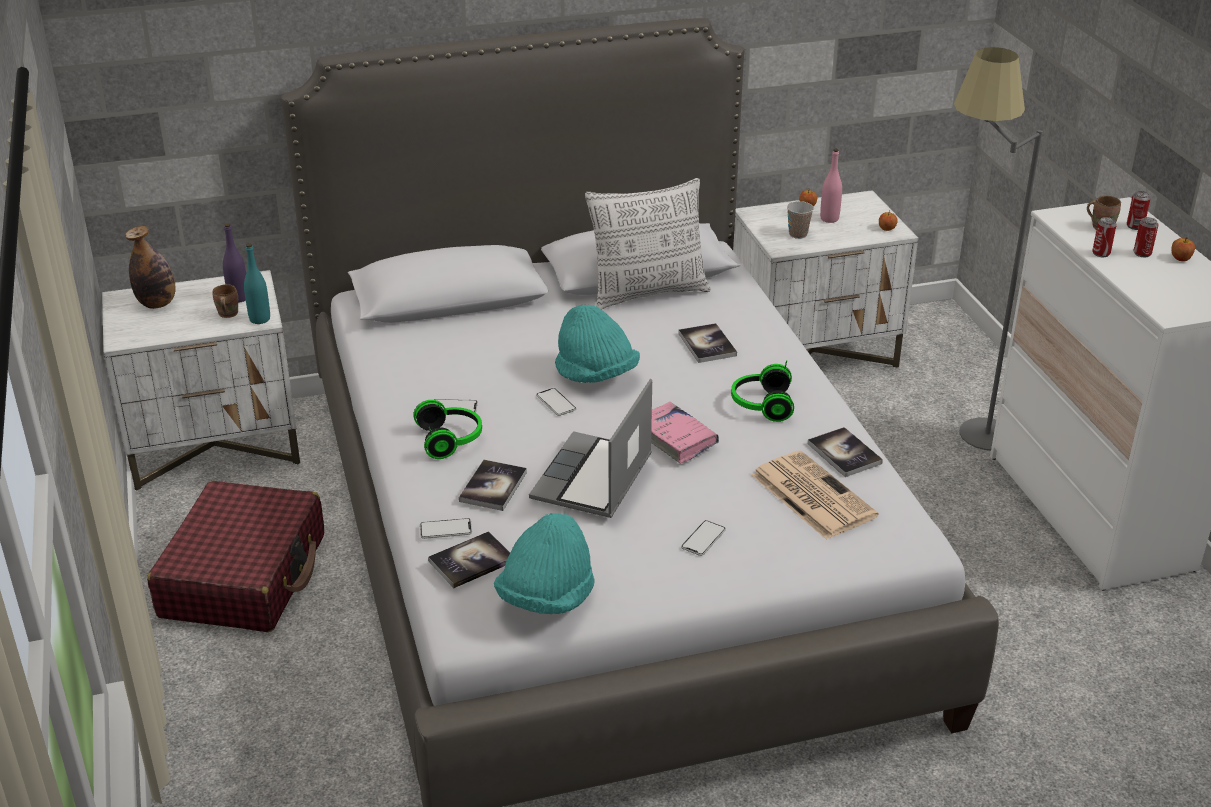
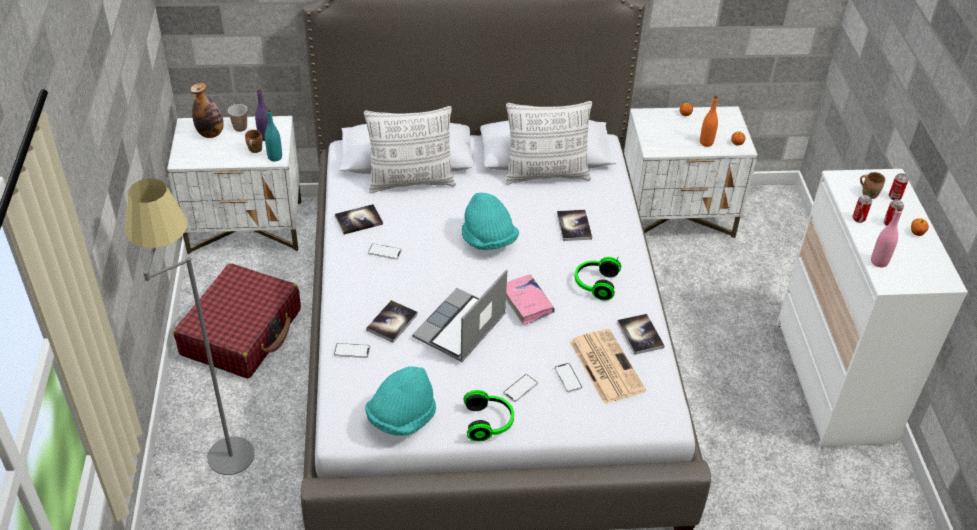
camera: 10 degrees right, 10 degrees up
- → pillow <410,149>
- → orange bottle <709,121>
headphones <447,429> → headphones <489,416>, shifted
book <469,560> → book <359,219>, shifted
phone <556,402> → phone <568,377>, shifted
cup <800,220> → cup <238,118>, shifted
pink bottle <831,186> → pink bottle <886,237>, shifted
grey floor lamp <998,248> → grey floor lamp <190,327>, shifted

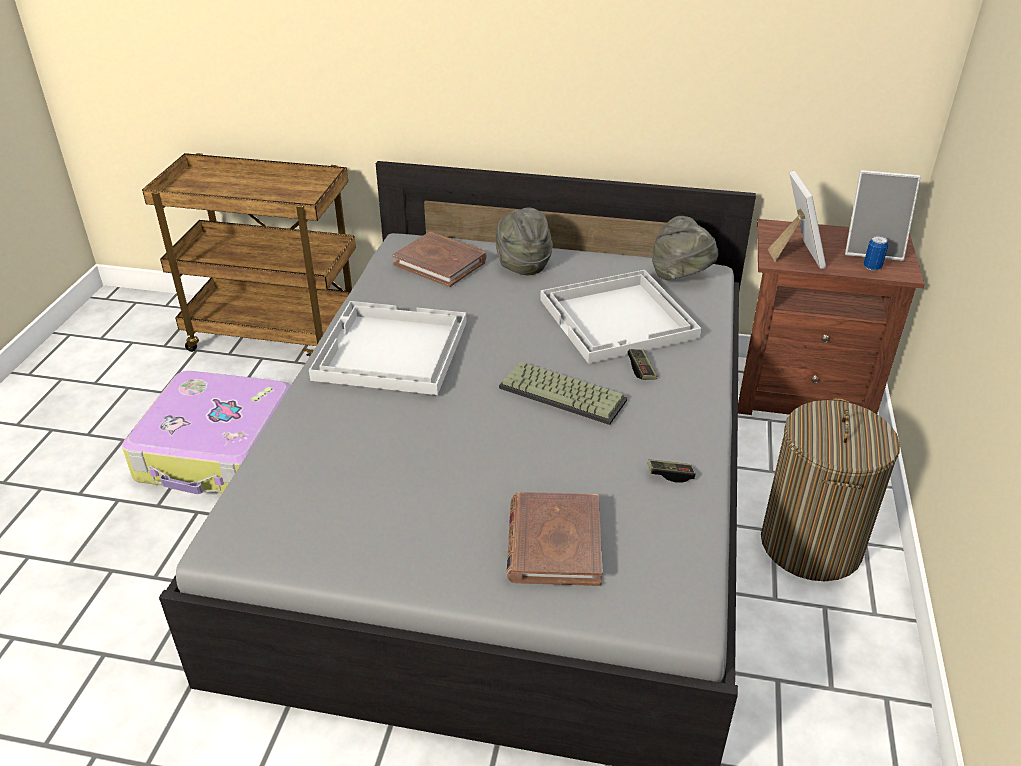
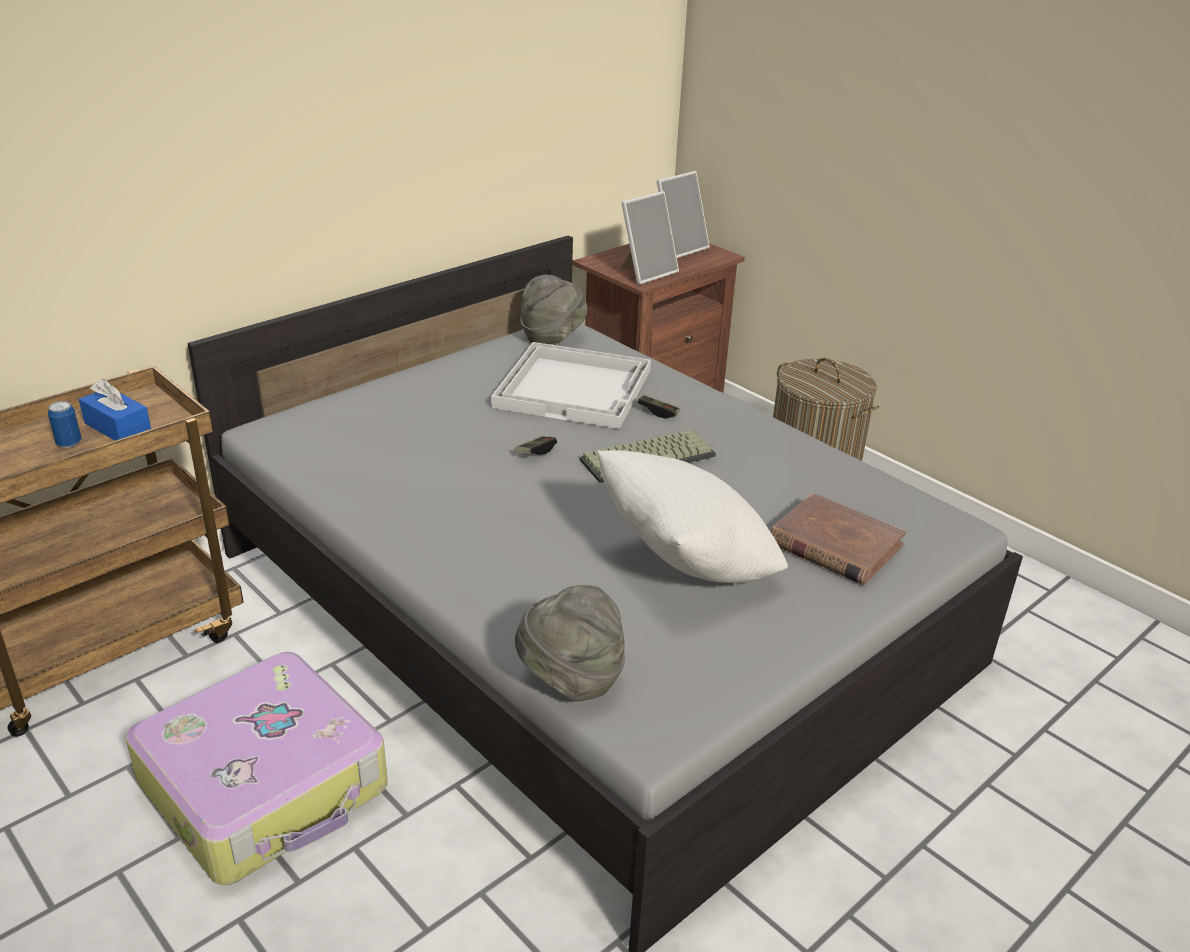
camera: 55 degrees left, 5 degrees down
white tray <388,348> → -
brown book <439,259> → -
- → blue tissue box <115,410>
- → white pillow <693,516>
grey hat <524,241> → grey hat <570,643>, shifted
game controller <671,470> → game controller <536,445>, shifted
can <876,253> → can <65,424>, shifted
picture frame <797,220> → picture frame <650,238>, 105 degrees clockwise

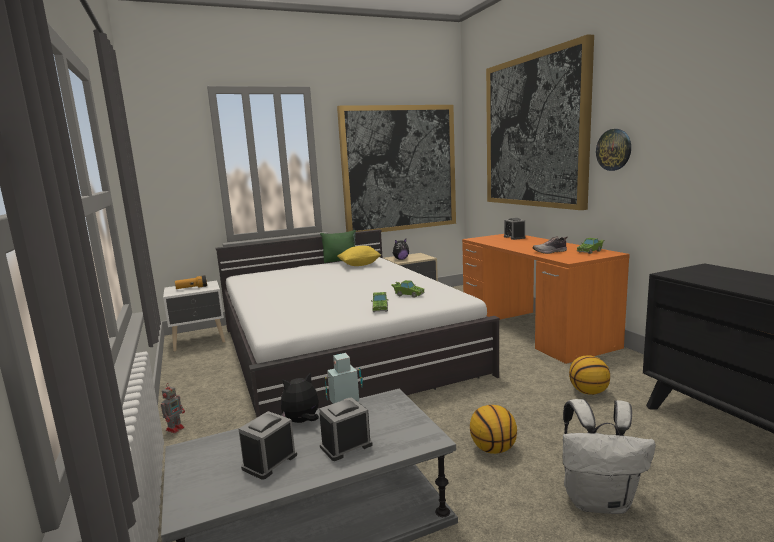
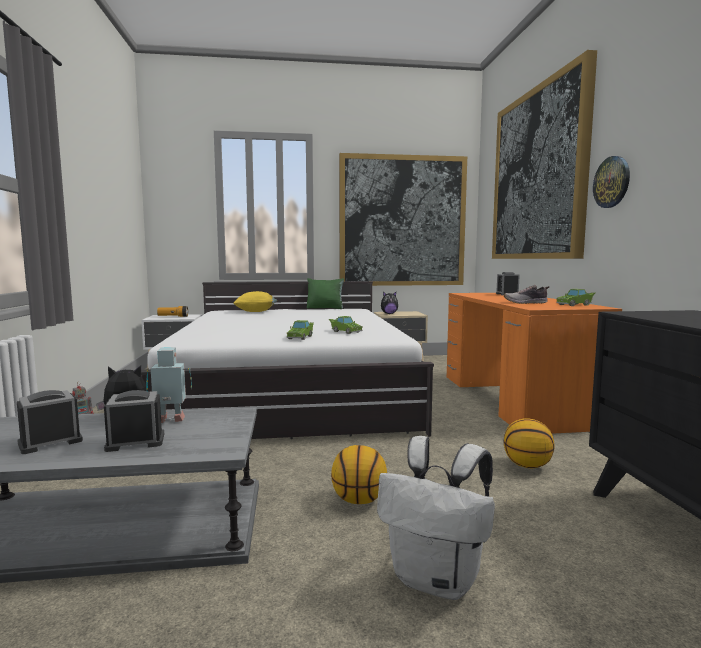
camera: 15 degrees right, 5 degrees down
yellow pillow <359,256> → yellow pillow <255,301>, shifted

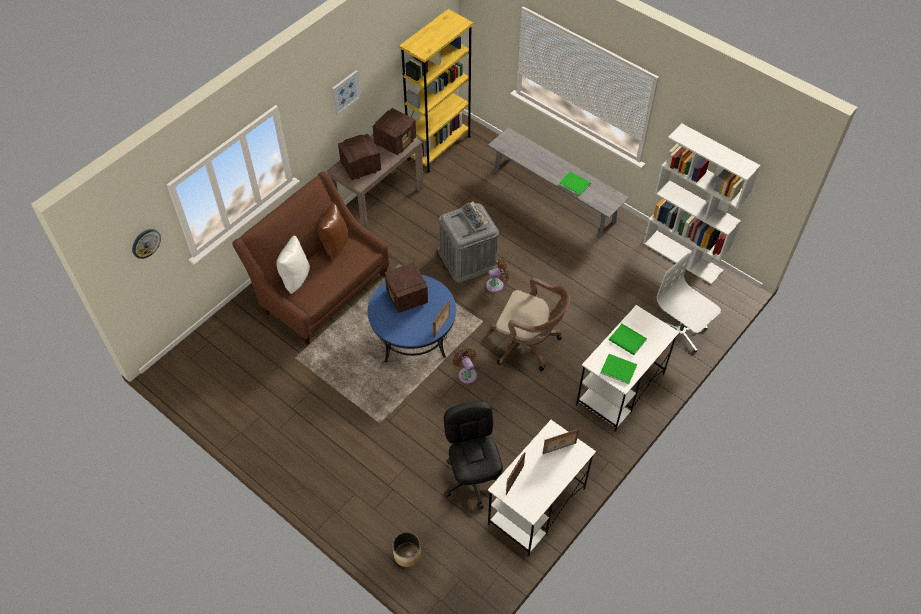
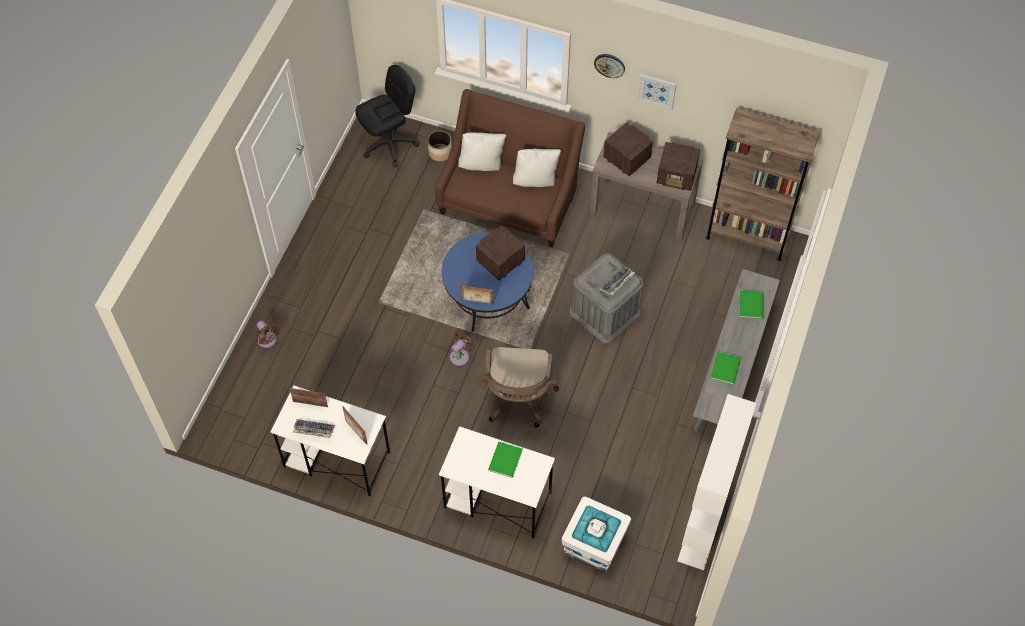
camera: 70 degrees right, 5 degrees up
- → keyboard <314,428>
wall clock <146,244> → wall clock <609,66>, shifted
planter <407,549> → planter <440,146>, shifted
black office chair <473,455> → black office chair <387,116>, shifted
brown fan <497,276> → brown fan <268,334>, shifted
green book <619,369> → green book <751,305>, shifted
white office chair <689,302> → white storage box <596,534>
brown pillow <333,231> → white pillow <537,168>
yellow bookcase <436,91> → brown bookcase <763,184>

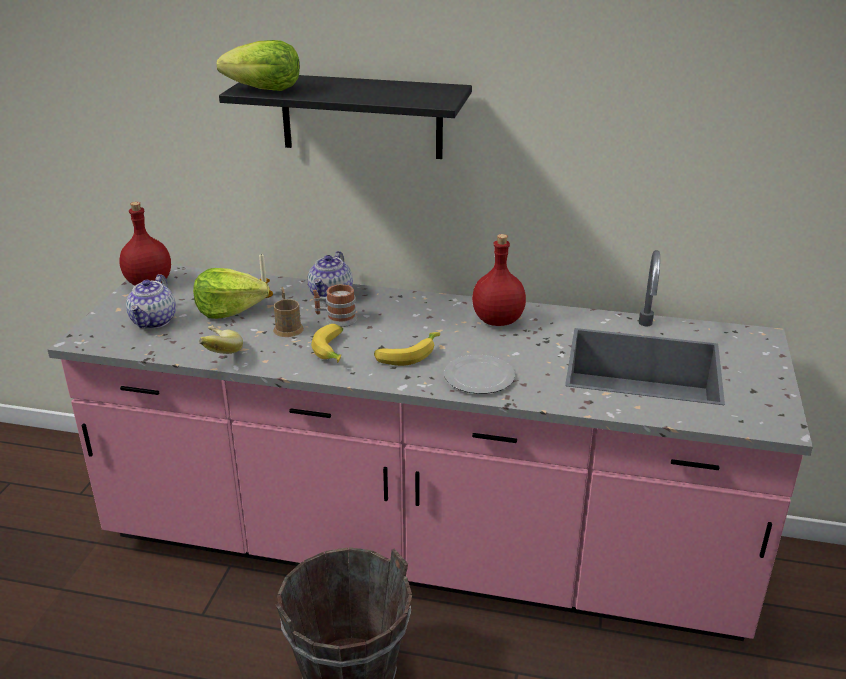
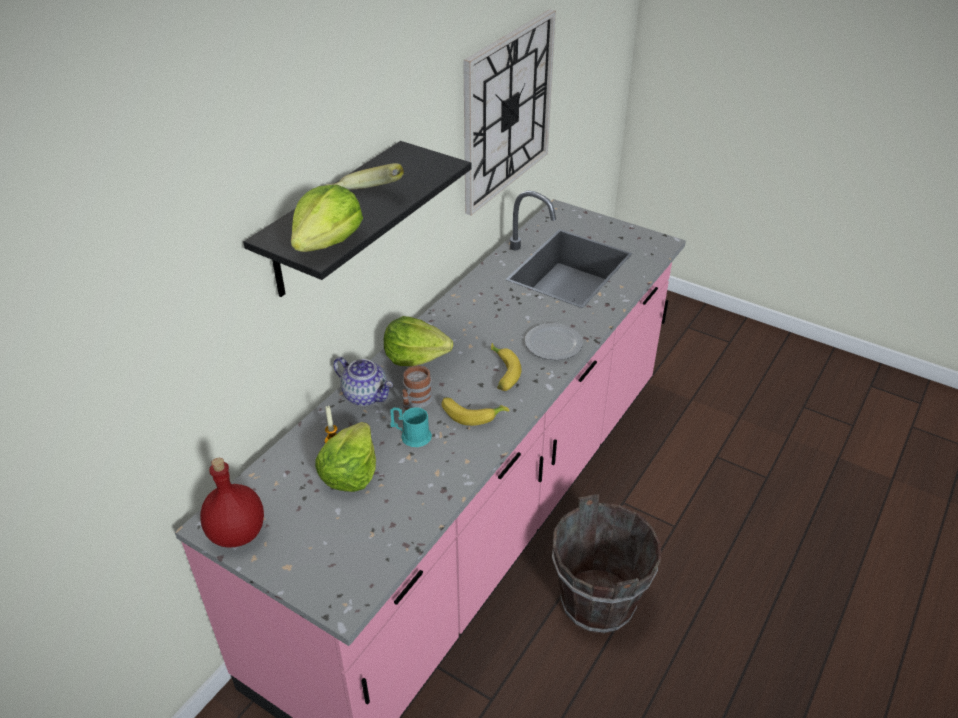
camera: 70 degrees left, 10 degrees up
teapot <151,301> → -
red bottle <499,280> → -
- → lettuce <418,341>
- → wall clock <509,112>
banana <221,339> → banana <365,176>, shifted
brown mug <288,312> → turquoise mug <411,427>

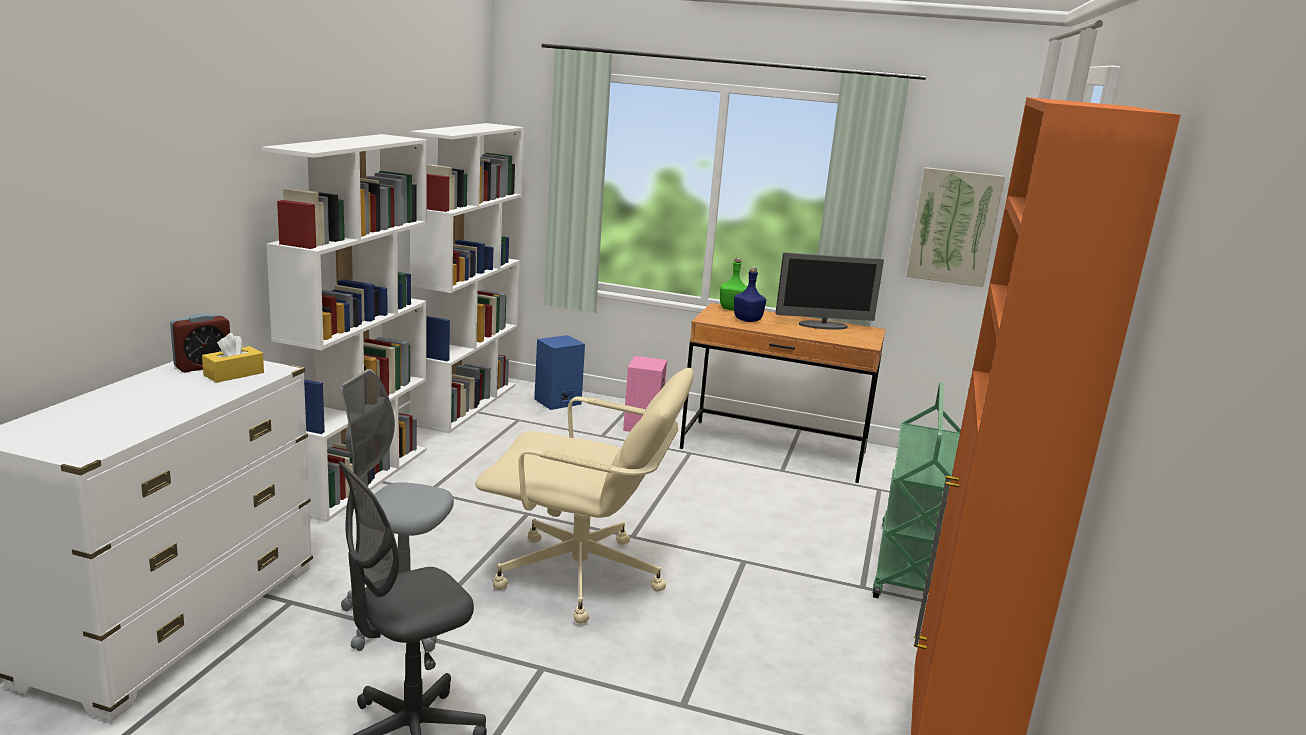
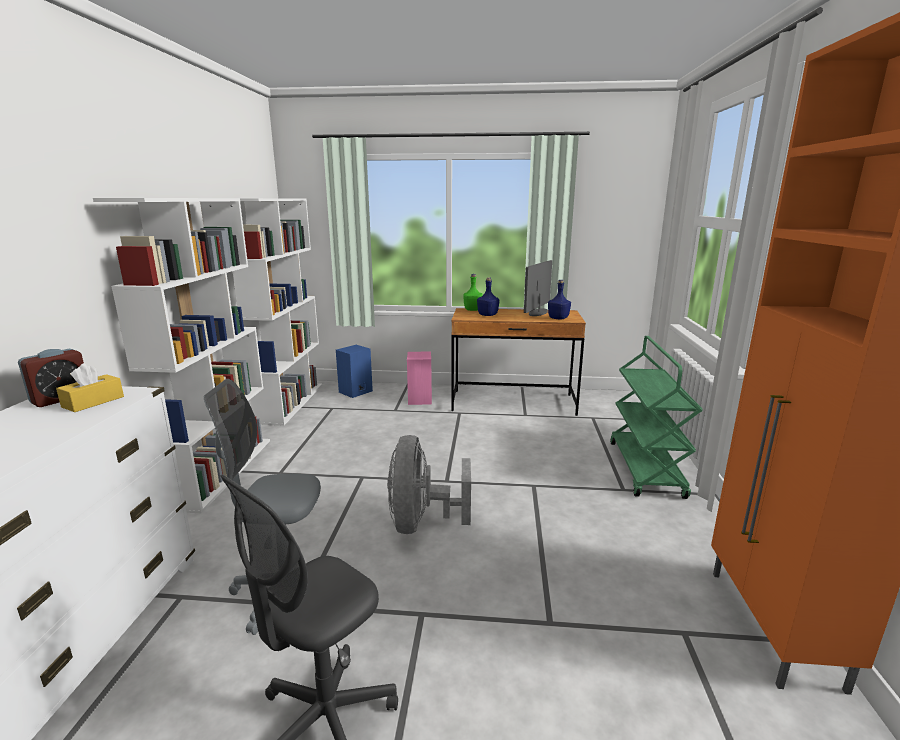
camera: 10 degrees left, 0 degrees up
picture <955,227> → -
- → blue bottle <559,299>
beige office chair <584,496> → grey fan <429,484>
monitor <830,291> → monitor <538,288>, 135 degrees clockwise

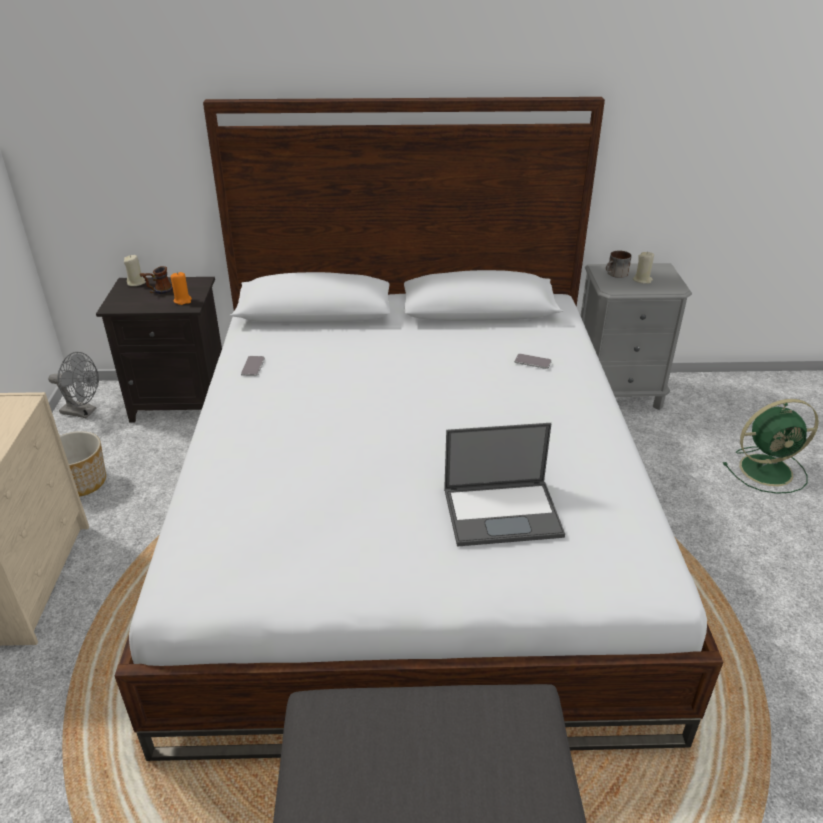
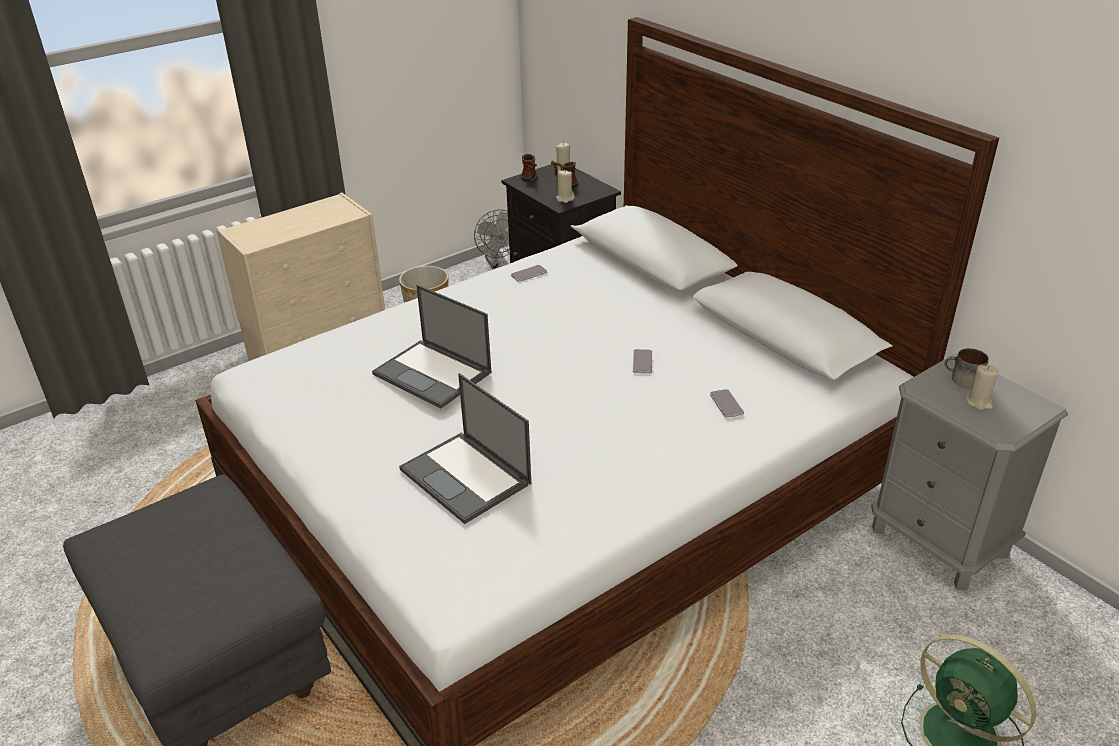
camera: 55 degrees right, 0 degrees up
- → laptop <432,346>
- → mug <529,168>
- → phone <643,361>
orange candle <181,288> → beige candle <565,186>

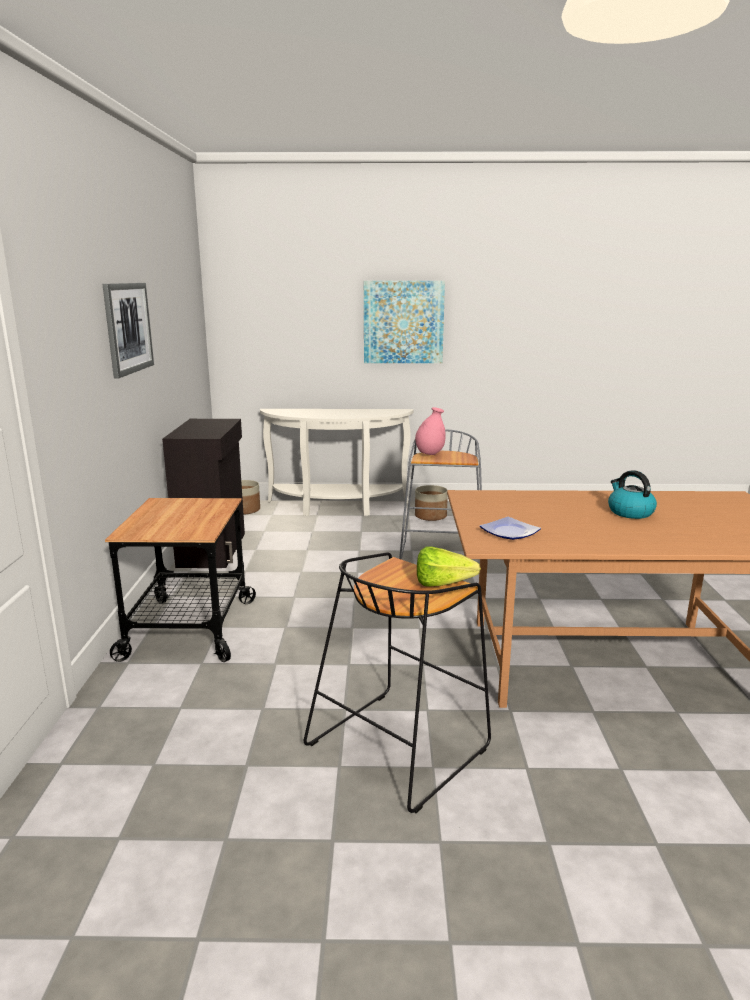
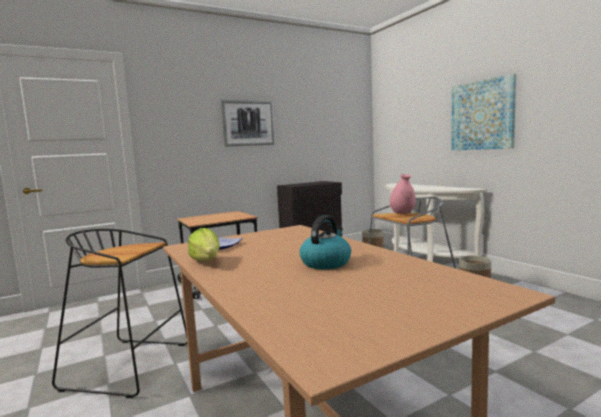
camera: 60 degrees right, 10 degrees down
lettuce <449,566> → lettuce <204,244>, shifted

